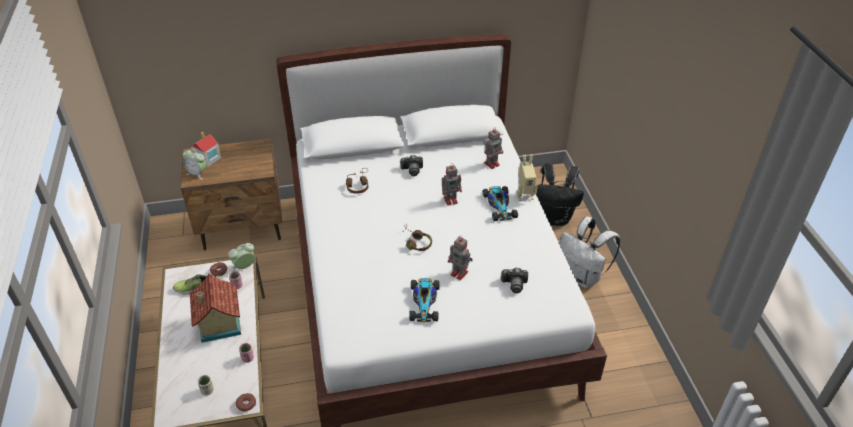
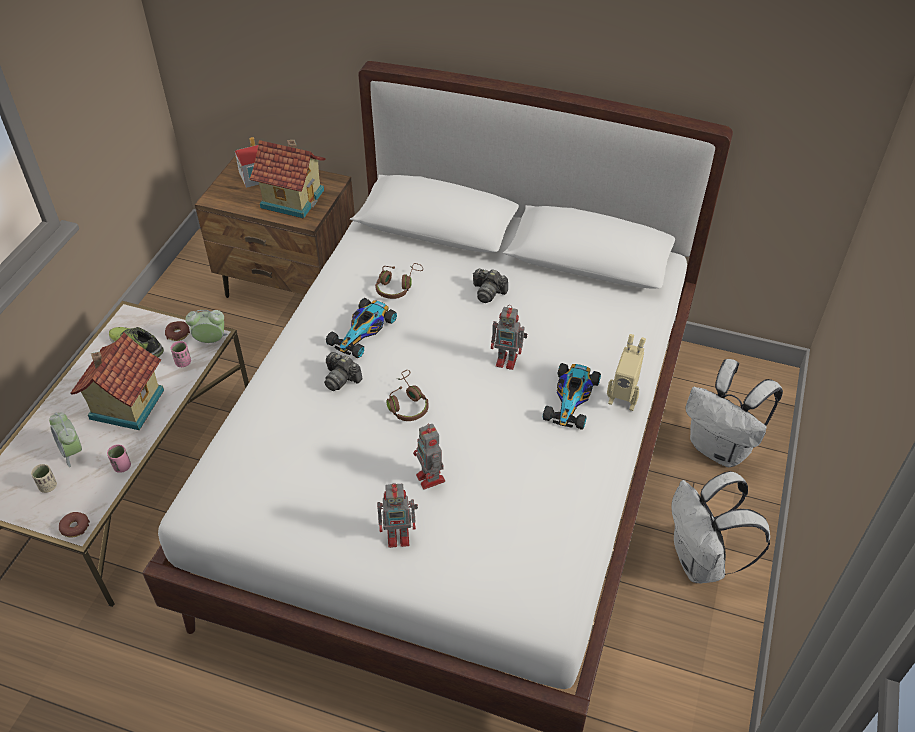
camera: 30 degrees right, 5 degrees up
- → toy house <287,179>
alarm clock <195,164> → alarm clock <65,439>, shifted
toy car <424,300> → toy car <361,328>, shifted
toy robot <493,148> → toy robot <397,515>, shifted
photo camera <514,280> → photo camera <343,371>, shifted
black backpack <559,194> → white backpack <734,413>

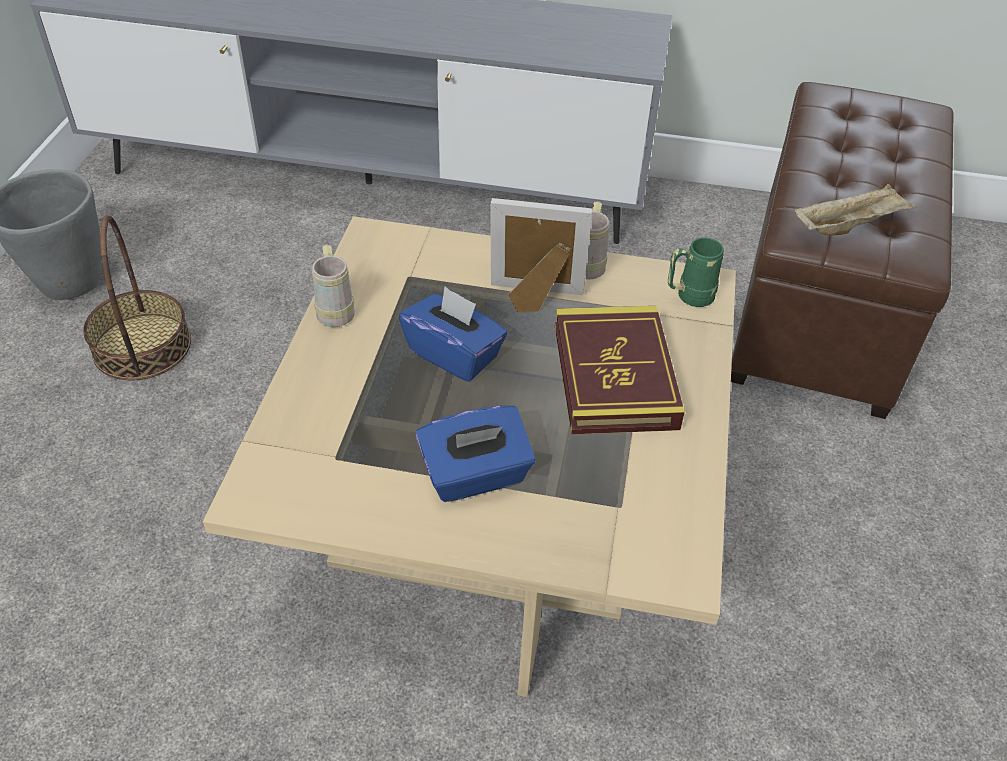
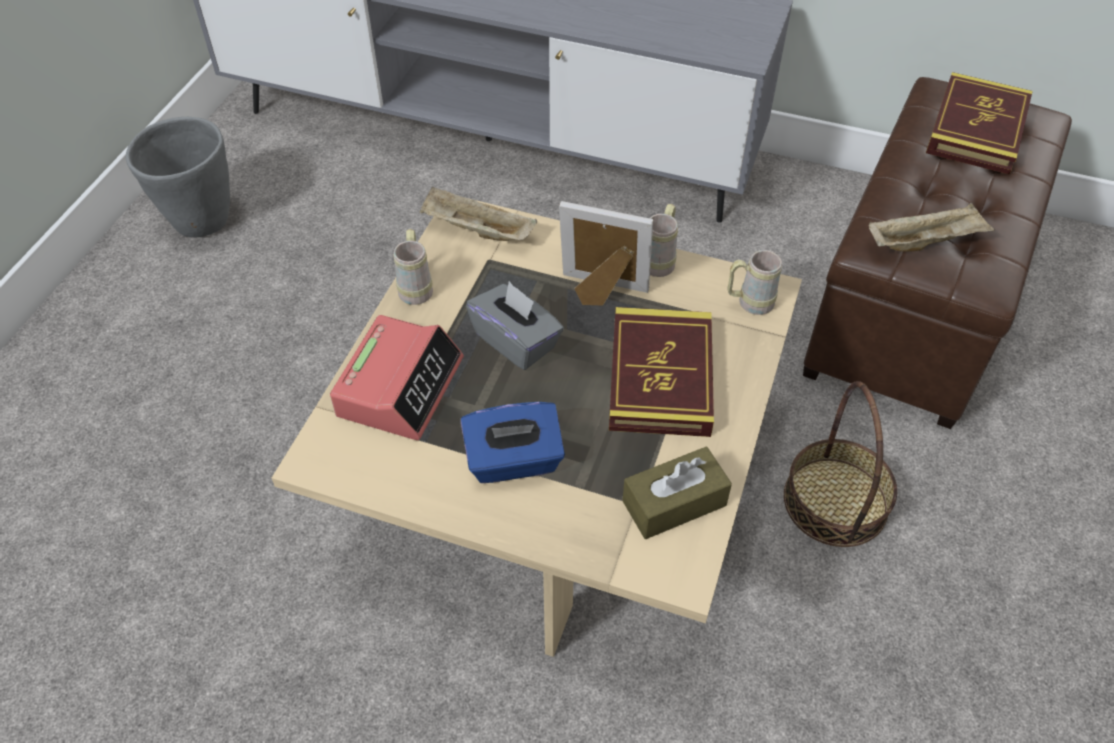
camera: 10 degrees right, 5 degrees up
- → alarm clock <397,377>
- → beige tray <478,214>
- → brown tissue box <677,493>
- → book <979,123>
basket <137,298> → basket <840,464>, shifted
blue tissue box <453,334> → grey tissue box <515,325>
green mug <696,272> → beige mug <754,282>

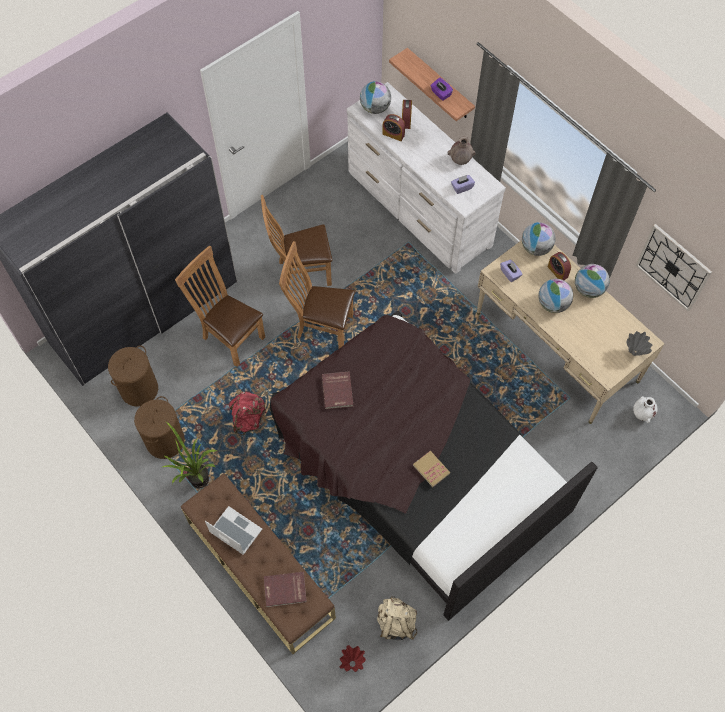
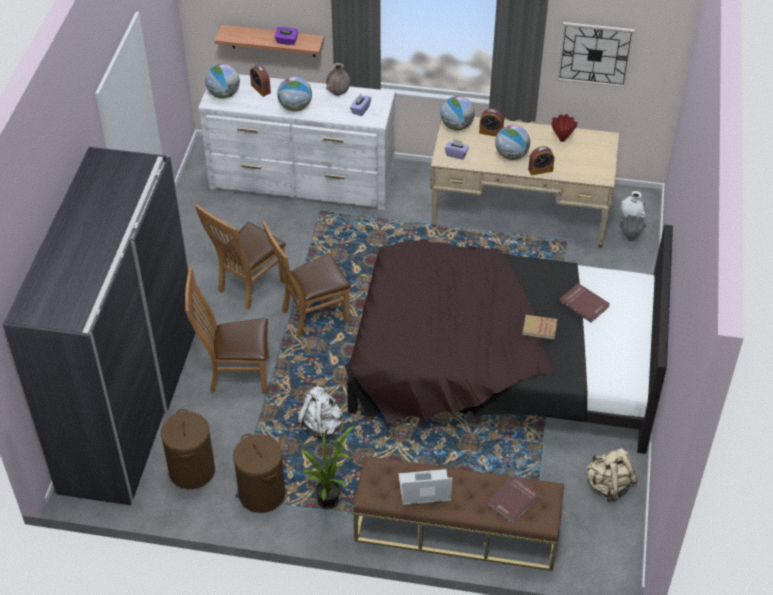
camera: 40 degrees left, 15 degrees down
red book <337,390> → red book <584,303>, shifted
red vase <353,658> → red vase <565,128>, shifted
alarm clock <393,127> → alarm clock <541,160>, shifted
globe <592,281> → globe <294,94>, shifted
grey vase <639,343> → grey vase <633,228>, shifted
red backpack <247,413> → white backpack <319,413>

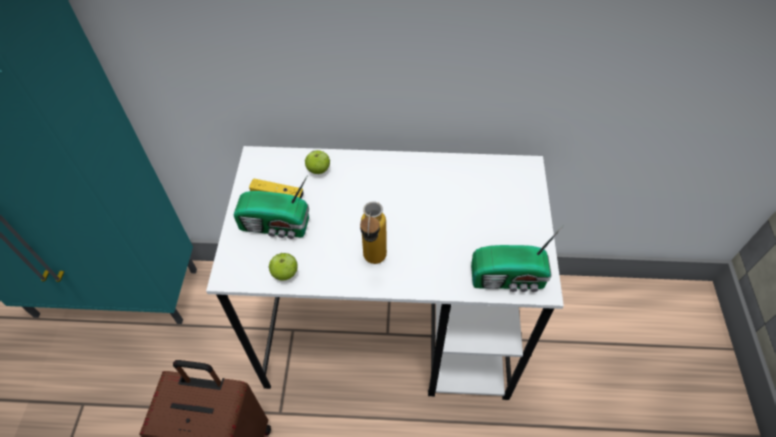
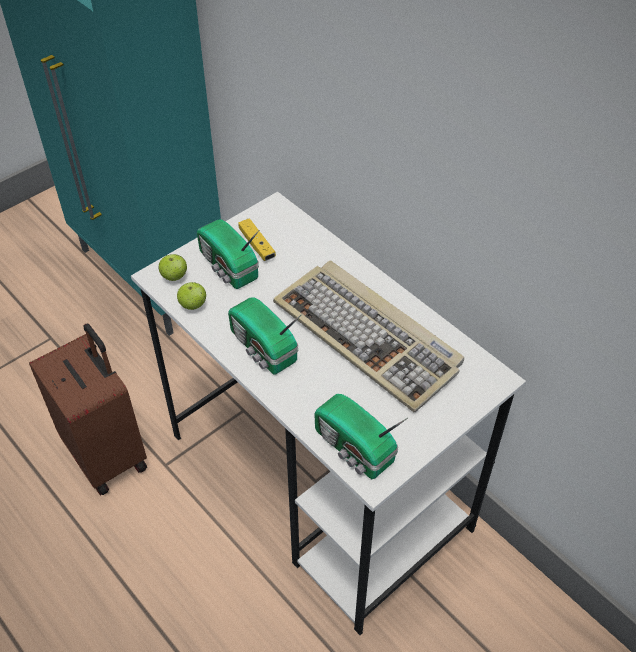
camera: 45 degrees right, 5 degrees down
- → keyboard <368,336>
apple <317,162> → apple <172,267>, shifted
bottle <373,233> → radio <264,336>

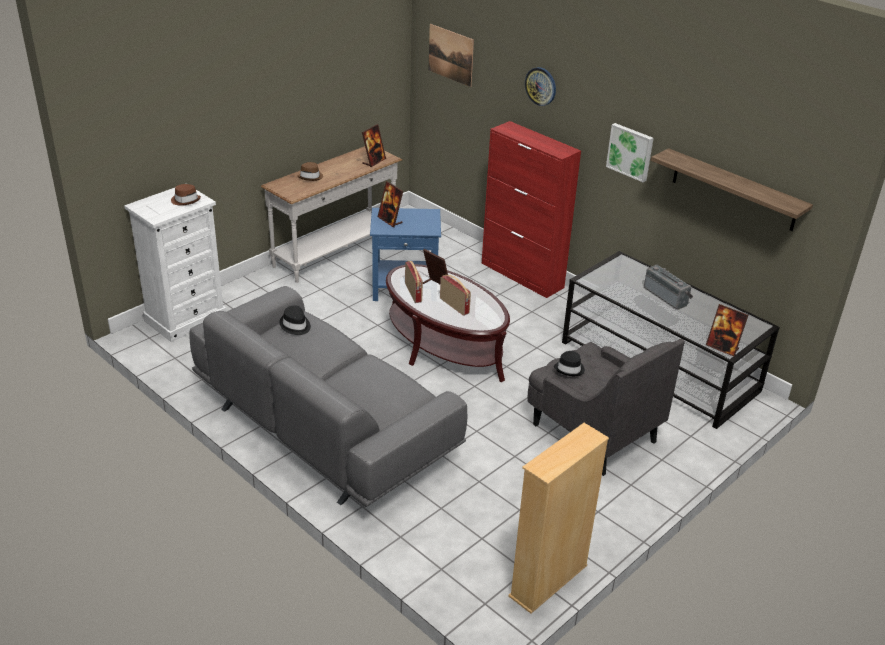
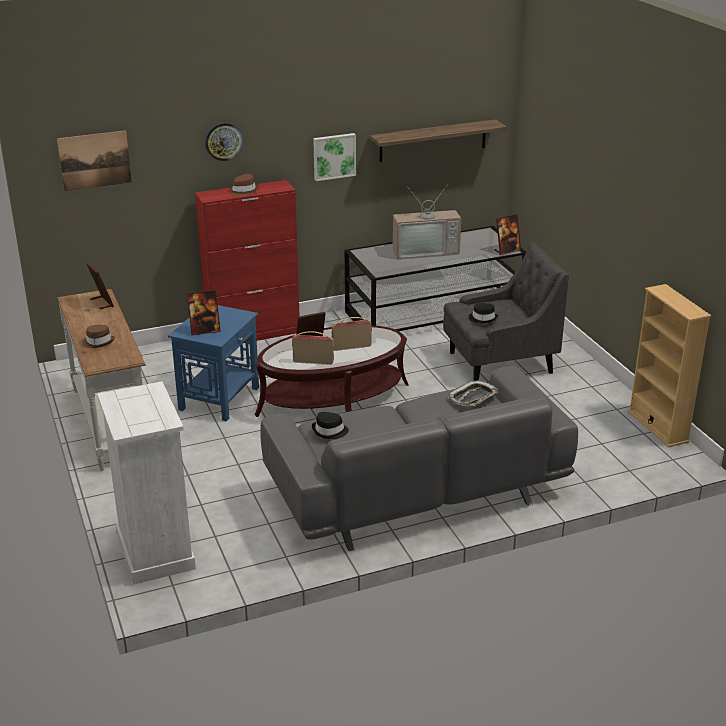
camera: 65 degrees left, 5 degrees down
- → tray <472,393>
brown hat <186,195> → brown hat <244,185>, shifted
radio <668,287> → television <427,222>

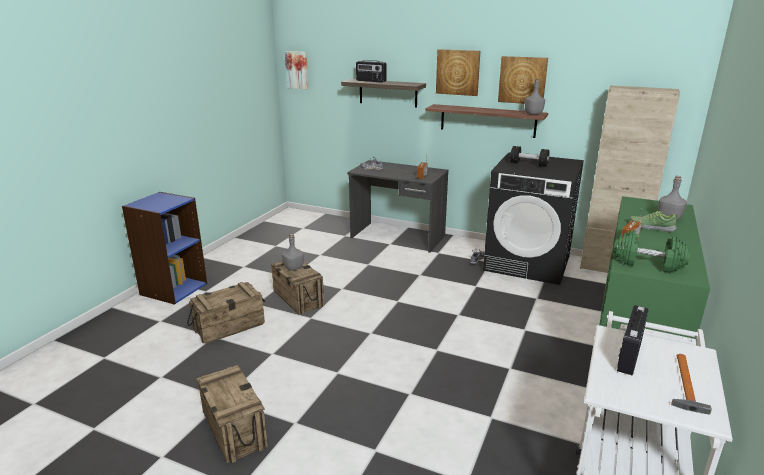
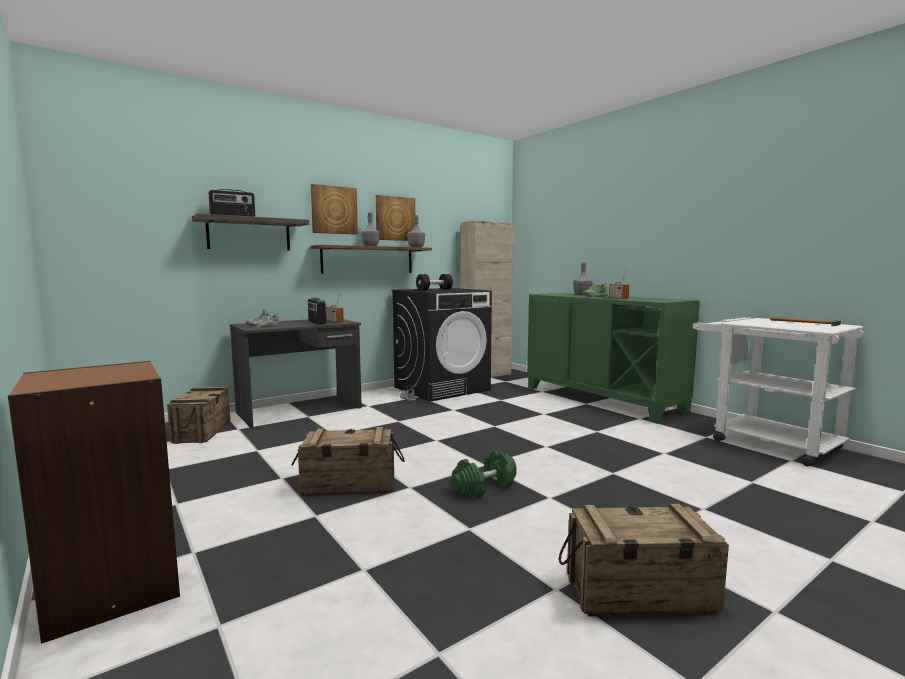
camera: 60 degrees left, 15 degrees down
picture <297,70> → -
crate <226,313> → crate <198,415>, shifted
grey bottle <293,252> → grey bottle <370,229>, shifted
green dumbbell <651,251> → green dumbbell <484,474>, shifted
radio <633,340> → radio <317,311>, shifted
blue bookcase <164,248> → brown bookcase <94,502>

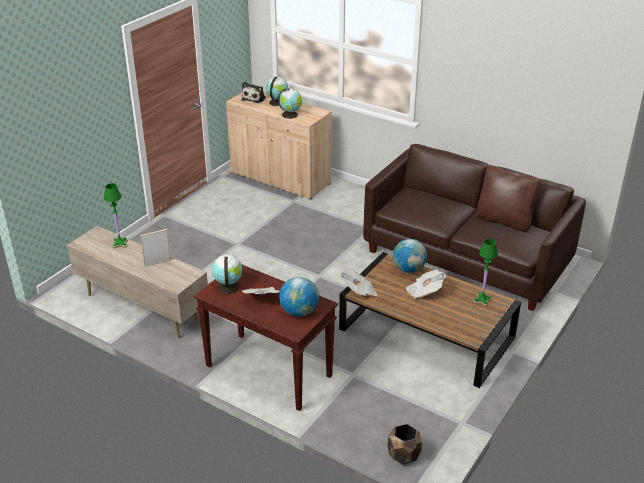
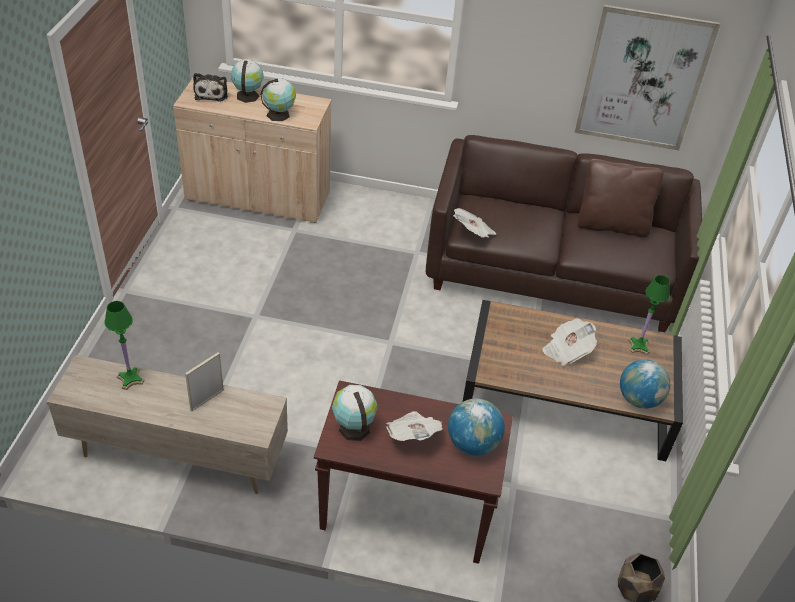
camera: 25 degrees left, 10 degrees up
- → picture <647,77>
newspaper <358,282> → newspaper <474,223>, shifted
globe <410,256> → globe <645,384>, shifted

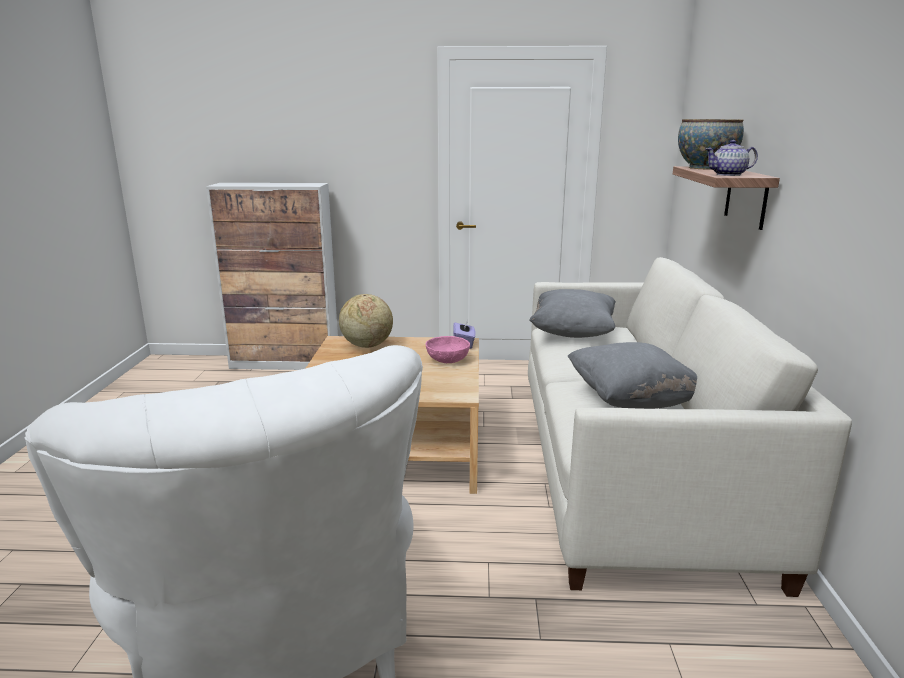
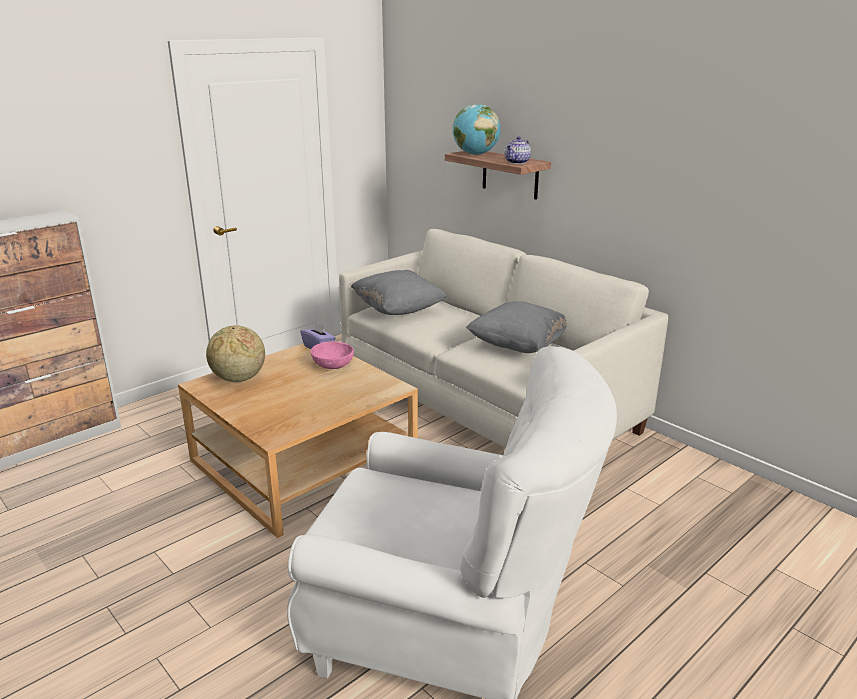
camera: 45 degrees left, 5 degrees up
bowl <711,144> → globe <477,129>

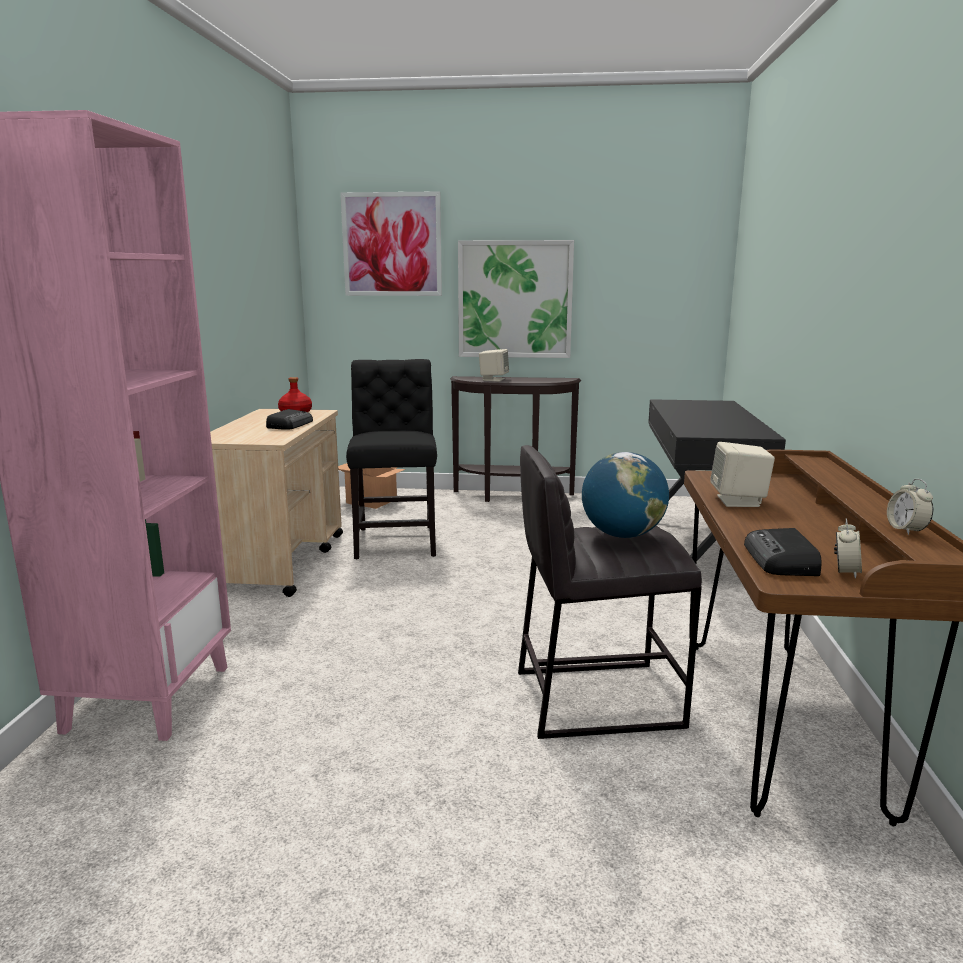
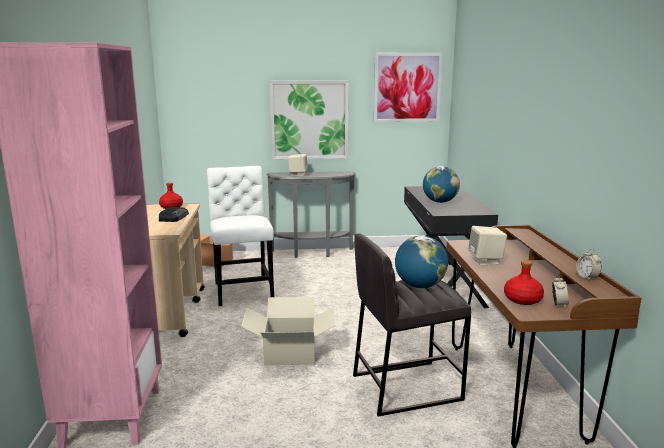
camera: 10 degrees left, 0 degrees up
- → cardboard box <288,331>
- → globe <441,184>
picture <391,243> → picture <408,87>, shifted
radio <782,552> → red bottle <524,282>
black chair <391,459> → white chair <240,236>
brown console table <515,439> → grey console table <310,215>

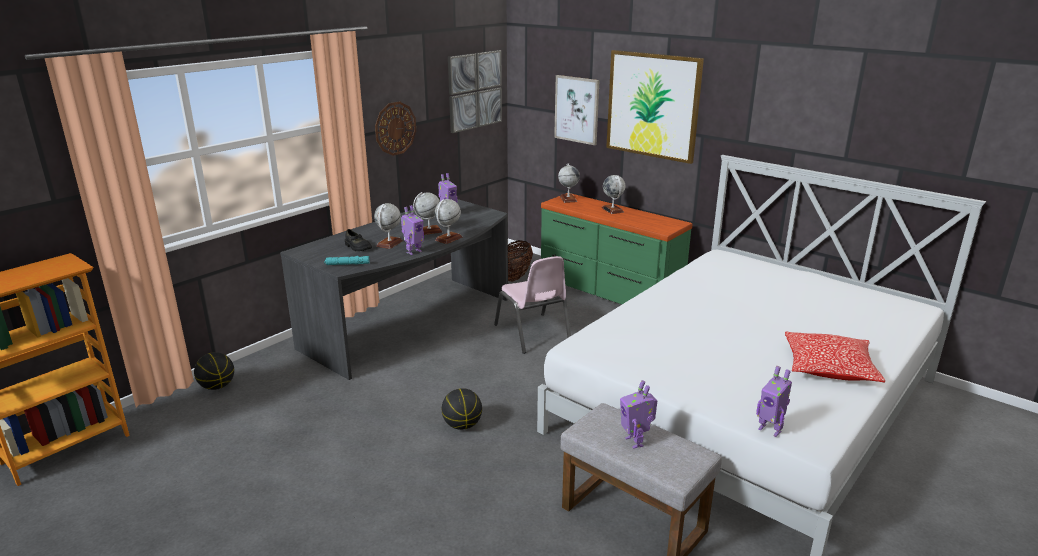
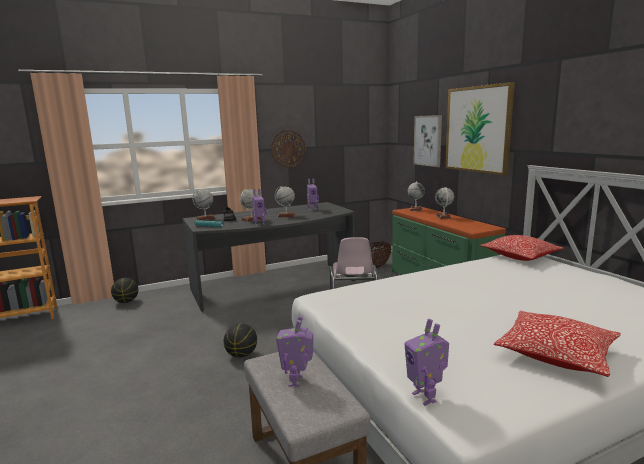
camera: 25 degrees right, 10 degrees down
picture <475,91> → -
- → pillow <522,248>
globe <448,221> → globe <203,204>, shifted

